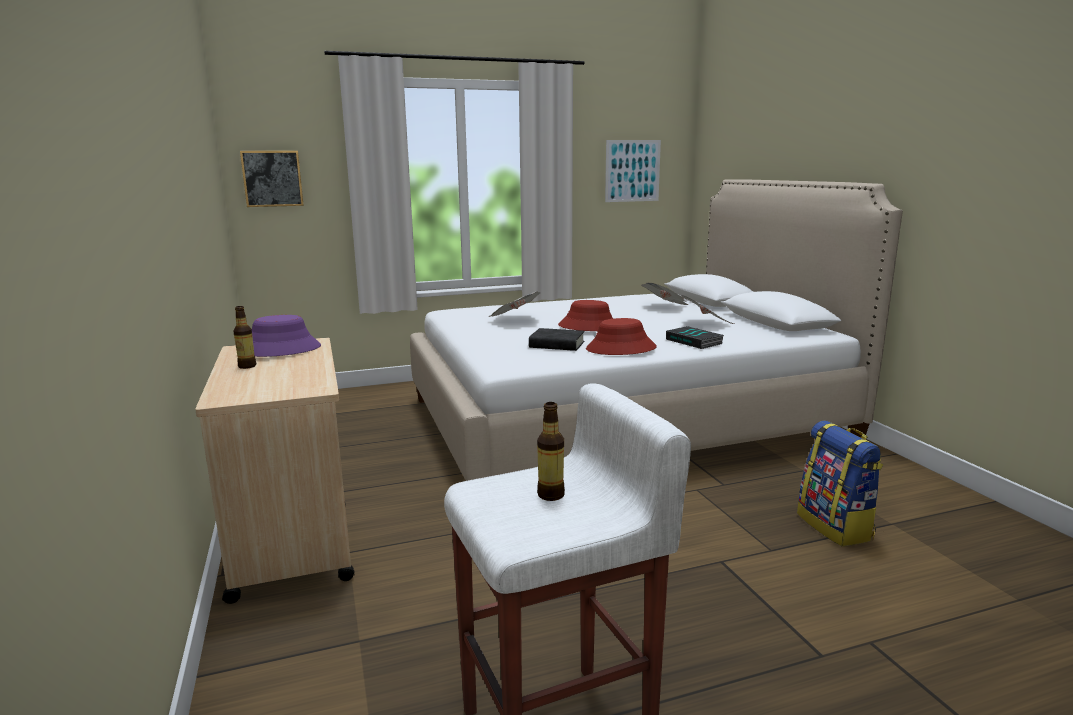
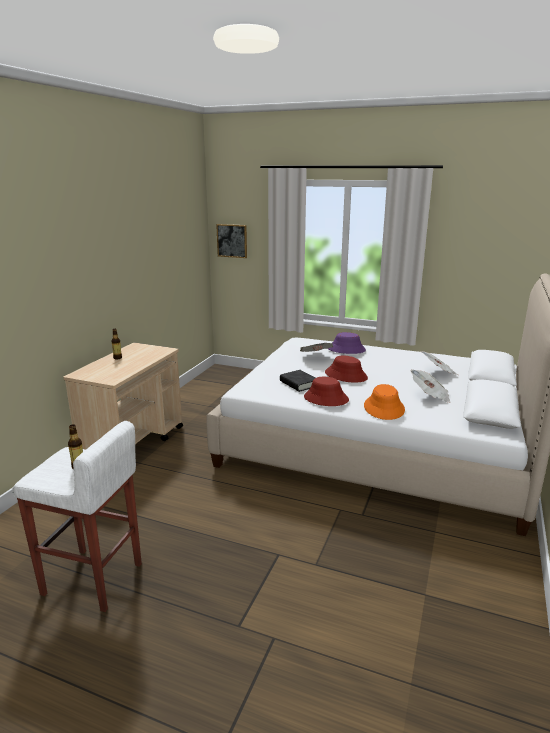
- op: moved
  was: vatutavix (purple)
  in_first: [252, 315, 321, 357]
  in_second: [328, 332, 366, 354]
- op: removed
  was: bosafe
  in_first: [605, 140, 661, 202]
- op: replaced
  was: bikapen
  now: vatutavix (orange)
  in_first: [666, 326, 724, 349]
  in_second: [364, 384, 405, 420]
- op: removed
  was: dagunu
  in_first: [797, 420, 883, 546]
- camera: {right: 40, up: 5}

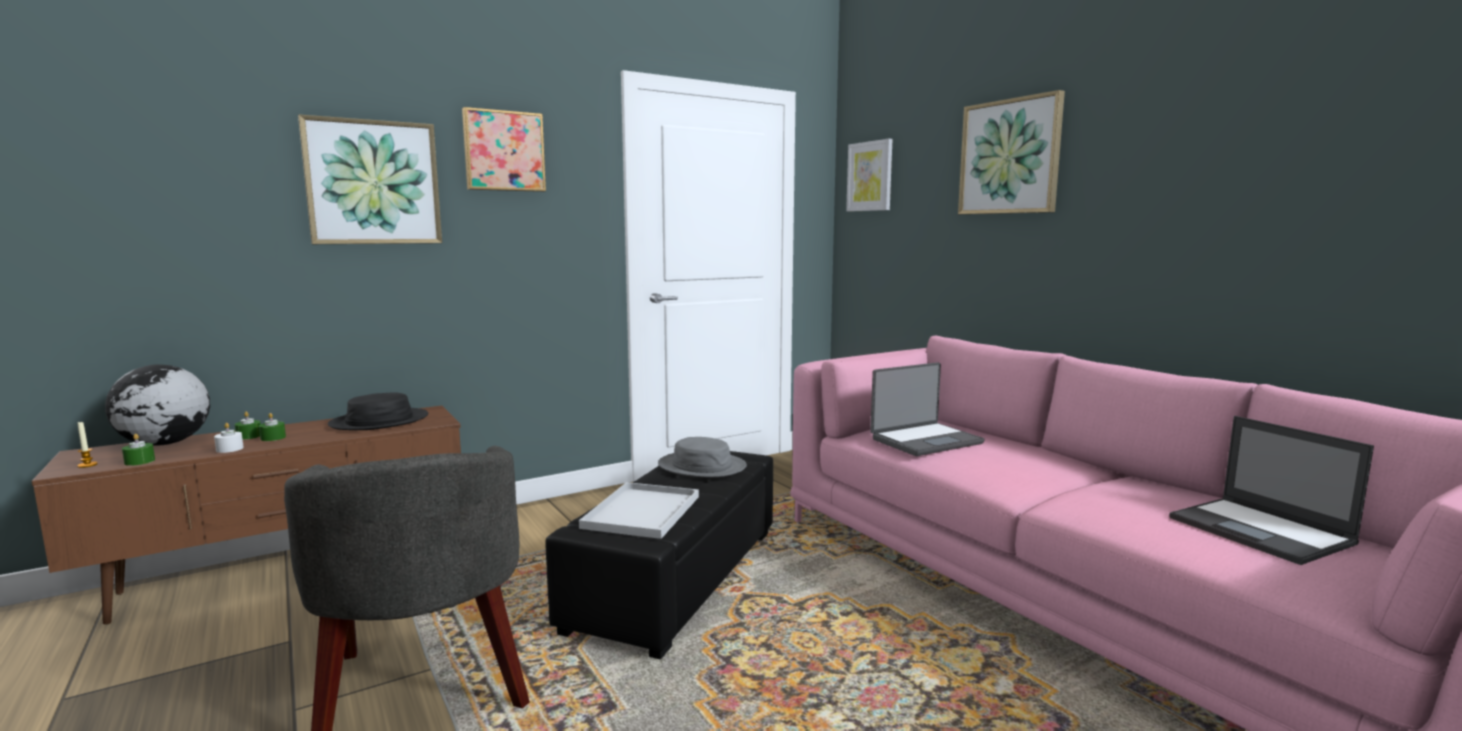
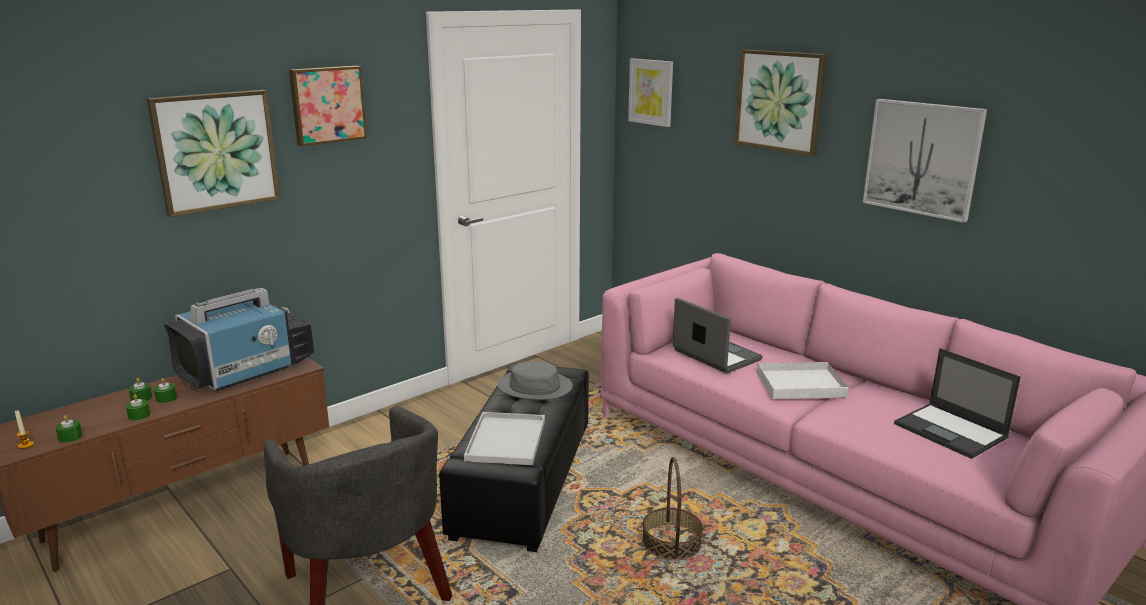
- op: removed
  was: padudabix
  in_first: [105, 364, 210, 445]
- op: recoloured
  was: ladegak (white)
  now: ladegak (green)
  in_first: [214, 423, 244, 453]
  in_second: [126, 394, 150, 421]
- op: replaced
  was: vatutavix (black)
  now: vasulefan
  in_first: [328, 392, 428, 430]
  in_second: [164, 287, 314, 391]
- op: turned
  was: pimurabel
  in_first: [870, 362, 985, 456]
  in_second: [673, 298, 763, 373]
  clockwise: -90
- op: added
  now: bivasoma
  in_second: [642, 457, 703, 560]
- op: added
  now: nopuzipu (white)
  in_second: [757, 362, 849, 399]
- op: added
  now: bosafe
  in_second: [863, 99, 987, 223]
- camera: {right: -10, up: 10}

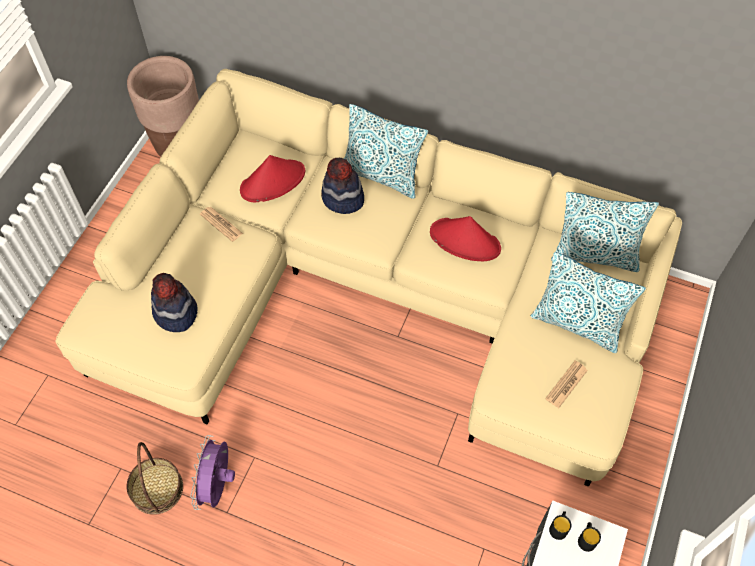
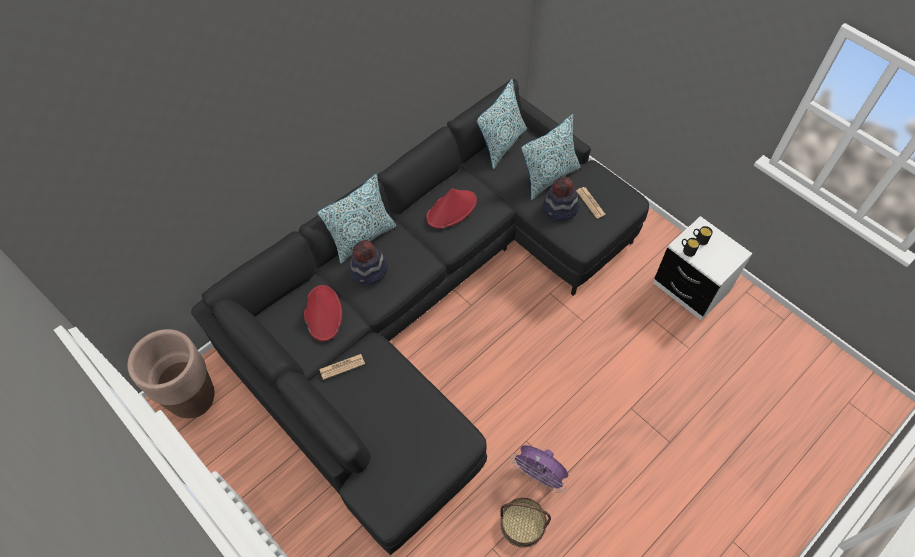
- op: recoloured
  was: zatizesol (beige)
  now: zatizesol (black)
  in_first: [55, 69, 682, 487]
  in_second: [191, 79, 649, 555]
- op: moved
  was: vatutavix
  in_first: [151, 273, 198, 332]
  in_second: [542, 177, 580, 221]
- camera: {right: -65, up: 0}

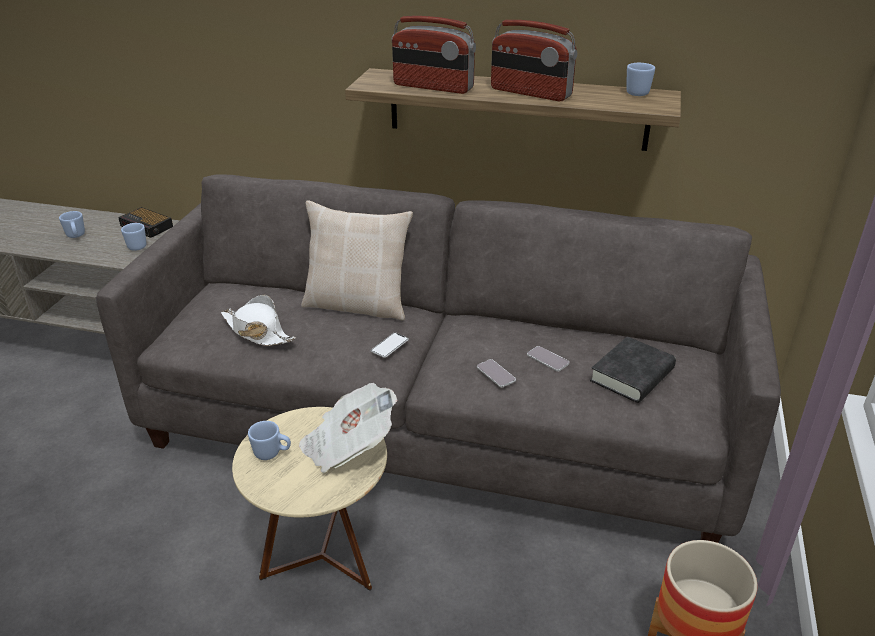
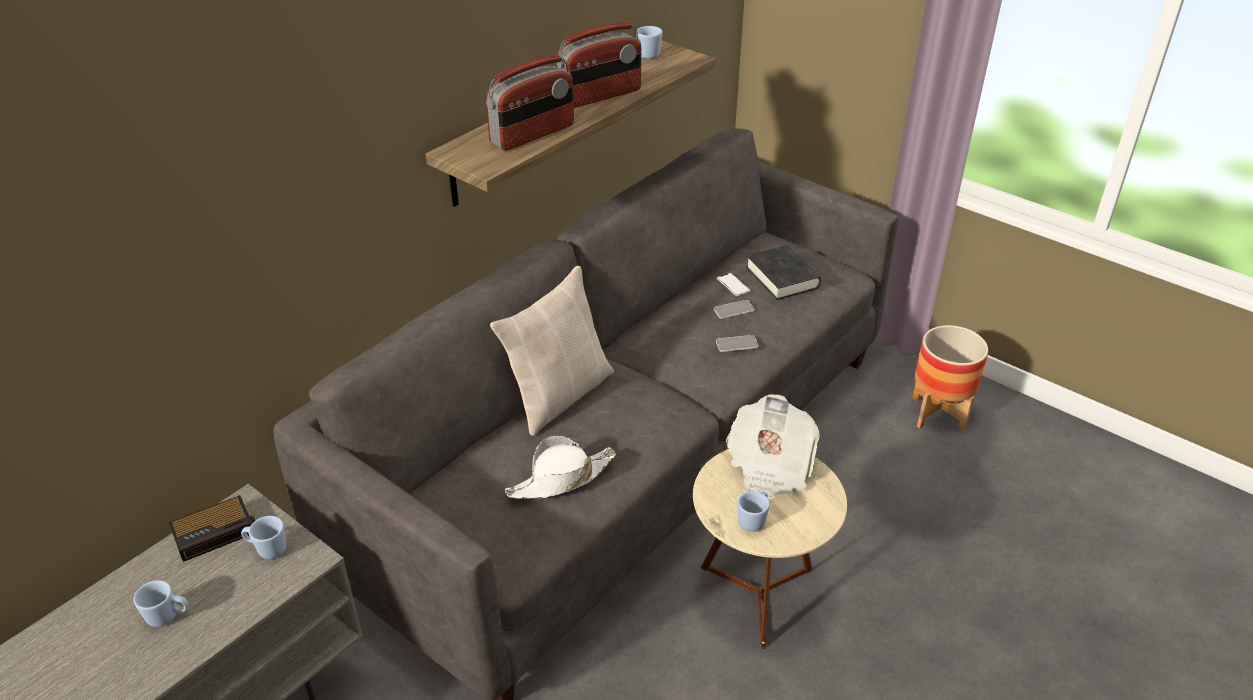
- op: moved
  was: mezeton
  in_first: [371, 333, 409, 358]
  in_second: [717, 273, 751, 296]
- camera: {right: -65, up: 5}

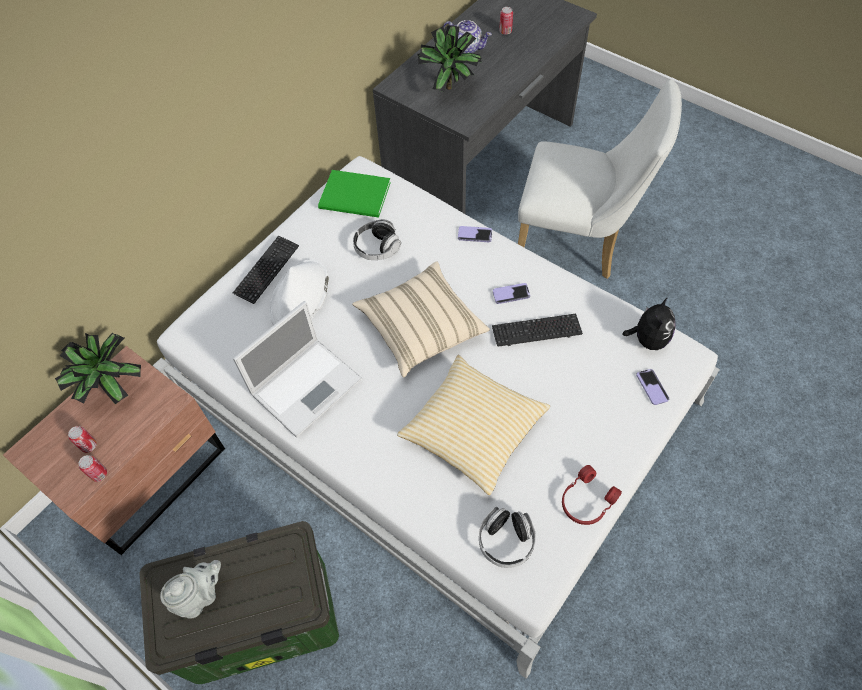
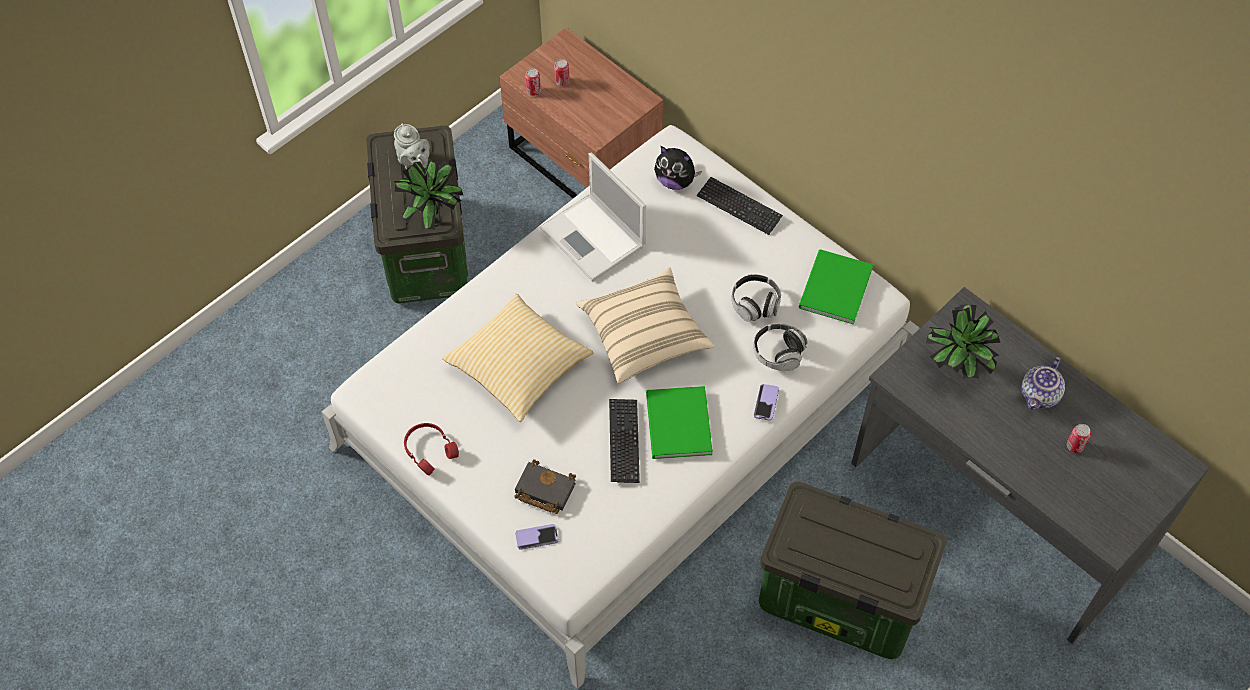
- op: moved
  was: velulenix
  in_first: [55, 332, 141, 404]
  in_second: [394, 159, 463, 230]
- op: removed
  was: vatutavix (white)
  in_first: [269, 259, 329, 325]
- op: moved
  was: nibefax
  in_first: [479, 507, 536, 568]
  in_second: [753, 323, 808, 371]
- op: replaced
  was: mezeton
  now: bikapen (green)
  in_first: [493, 283, 530, 304]
  in_second: [646, 386, 713, 459]
- op: replaced
  was: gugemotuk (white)
  now: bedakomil
  in_first: [518, 79, 682, 279]
  in_second: [759, 481, 947, 659]
- op: moved
  was: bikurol
  in_first: [622, 297, 676, 350]
  in_second: [654, 146, 702, 190]
- op: added
  now: bikapen (black)
  in_second: [515, 459, 576, 514]
- camera: {right: 95, up: 0}

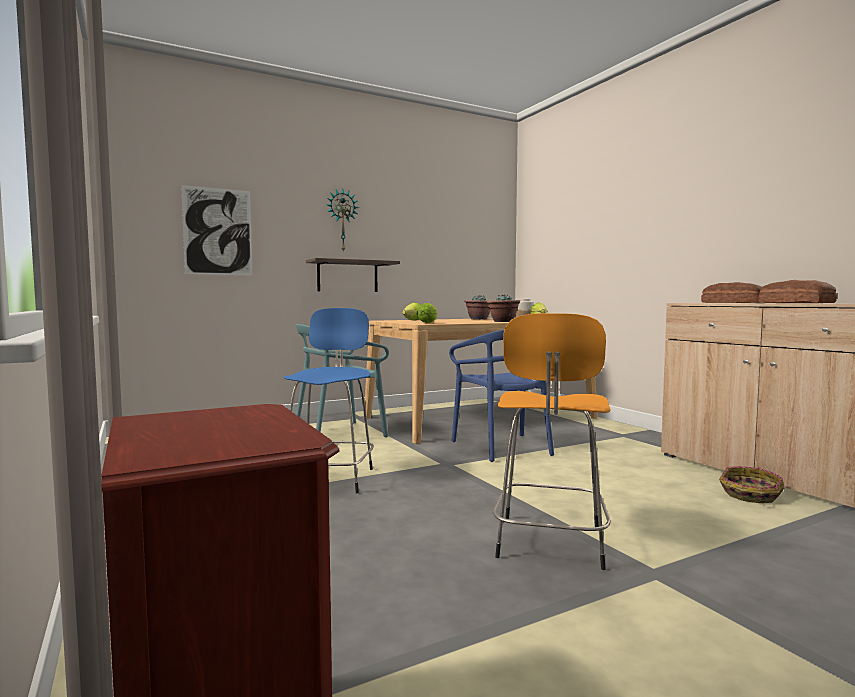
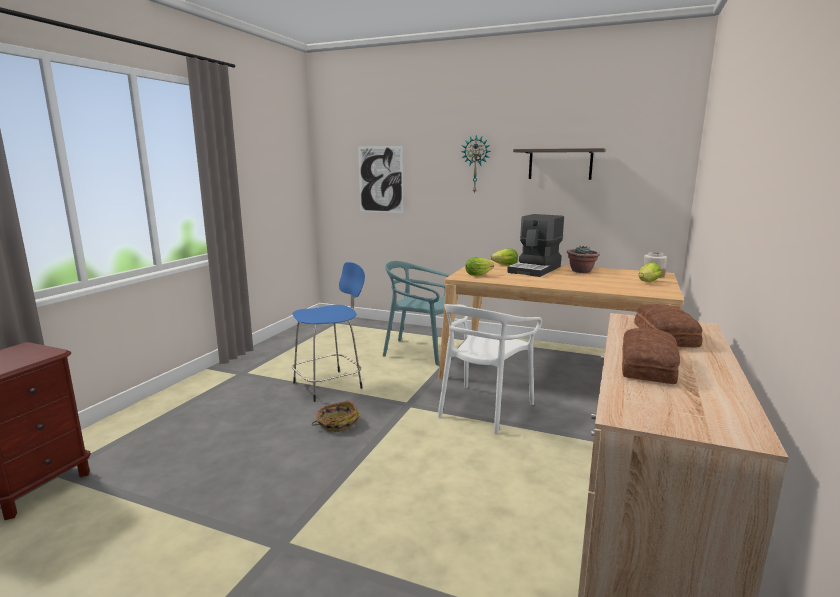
- op: moved
  was: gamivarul
  in_first: [306, 258, 400, 292]
  in_second: [513, 148, 606, 180]
- op: recoloured
  was: gugemotuk (blue)
  now: gugemotuk (white)
  in_first: [449, 330, 554, 462]
  in_second: [438, 304, 542, 434]
- op: removed
  was: velulenix
  in_first: [486, 294, 520, 322]
- op: removed
  was: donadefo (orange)
  in_first: [493, 313, 611, 570]
- op: moved
  was: bivasoma
  in_first: [719, 466, 785, 503]
  in_second: [312, 400, 360, 432]
- op: added
  now: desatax
  in_second: [507, 214, 564, 277]
- camera: {right: 50, up: 10}

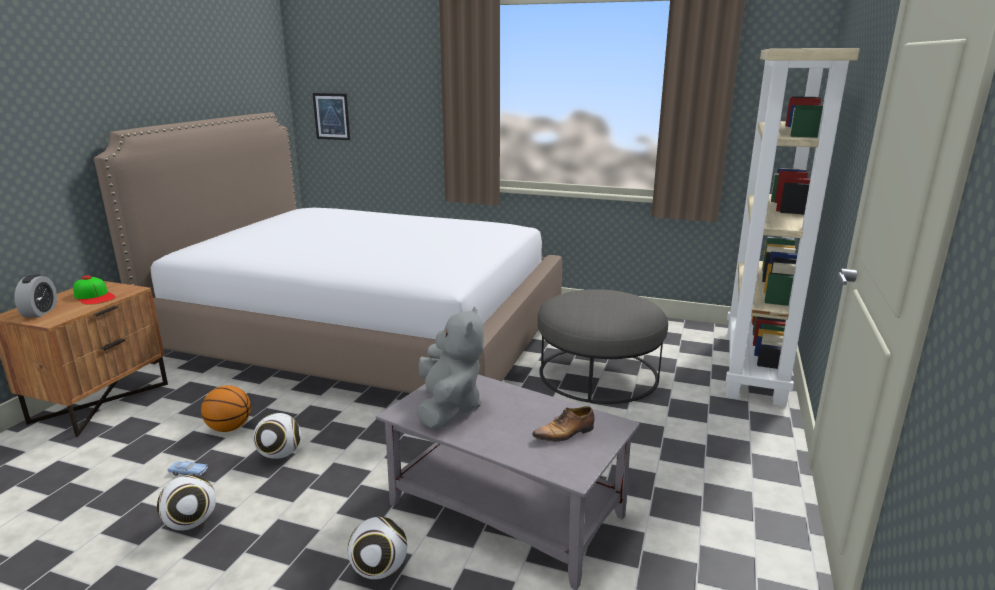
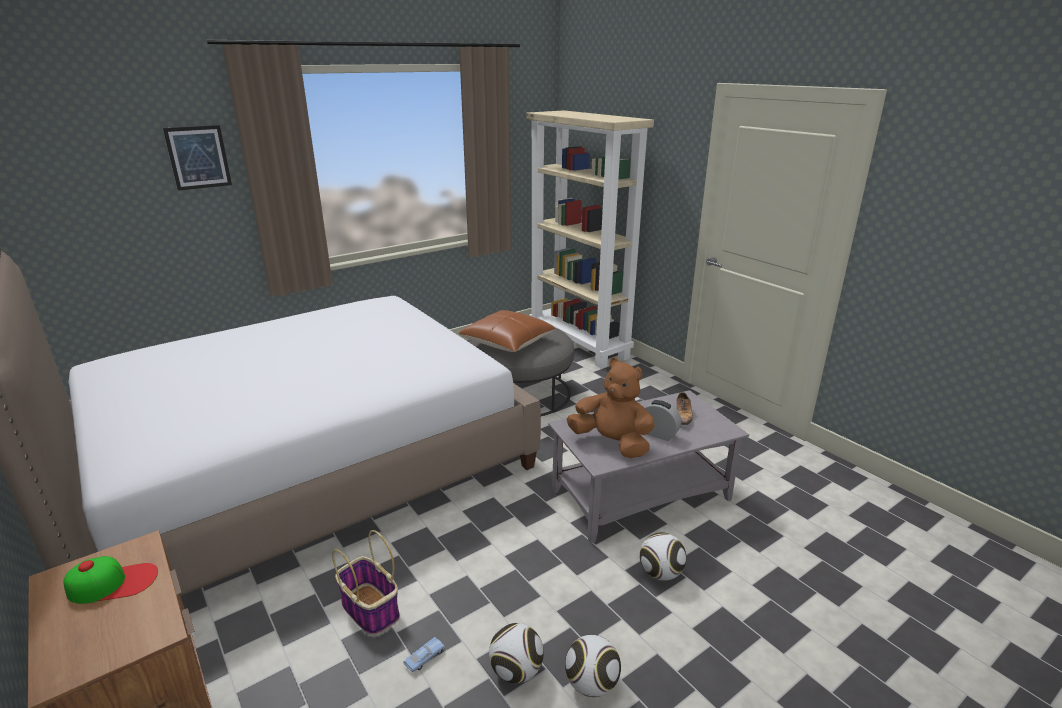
- op: moved
  was: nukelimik
  in_first: [15, 275, 57, 318]
  in_second: [644, 400, 681, 441]
- op: replaced
  was: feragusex
  now: bivasoma
  in_first: [201, 385, 251, 432]
  in_second: [332, 530, 400, 635]
- op: moved
  was: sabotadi
  in_first: [253, 413, 301, 459]
  in_second: [565, 635, 621, 697]
- op: moved
  was: bosafe
  in_first: [313, 93, 350, 140]
  in_second: [163, 125, 232, 191]
- op: recoloured
  was: bikurol (grey)
  now: bikurol (brown)
  in_first: [416, 306, 484, 429]
  in_second: [567, 358, 655, 458]
- op: added
  now: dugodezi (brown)
  in_second: [458, 310, 556, 352]
- camera: {right: -55, up: 5}

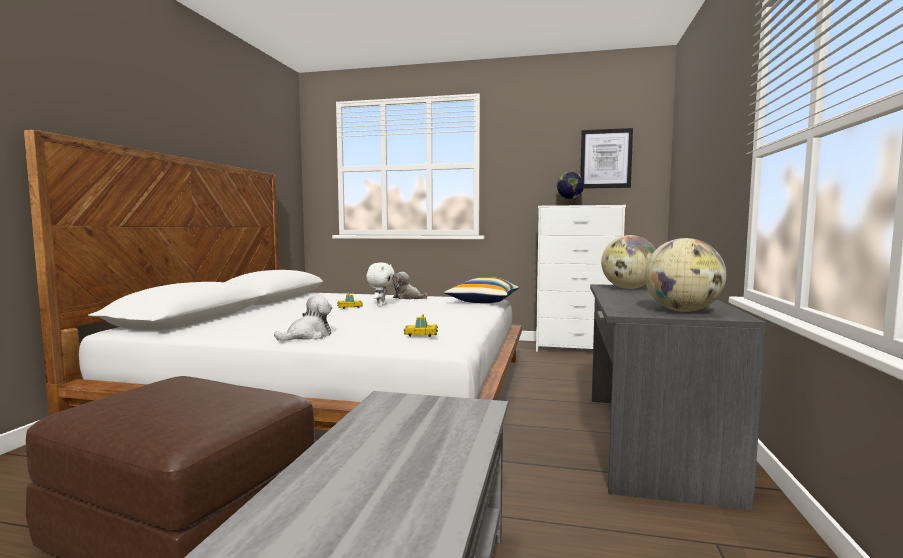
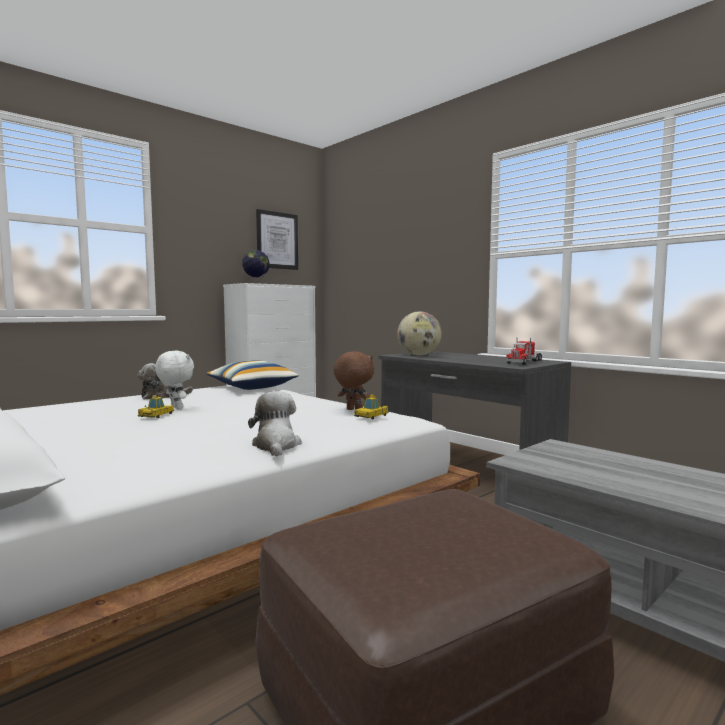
- op: replaced
  was: padudabix
  now: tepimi
  in_first: [645, 238, 726, 312]
  in_second: [506, 338, 542, 365]
- op: added
  now: bikurol (brown)
  in_second: [333, 351, 374, 410]
- camera: {right: -55, up: 0}

